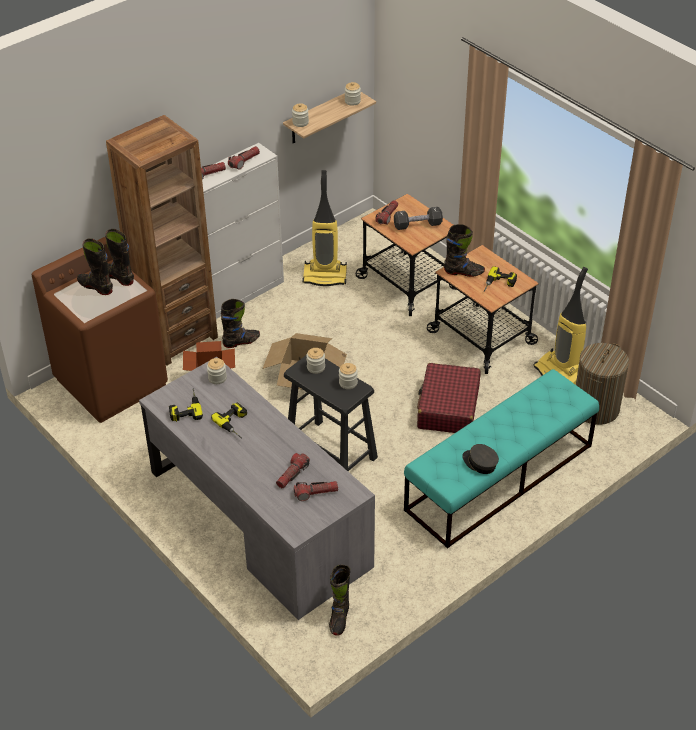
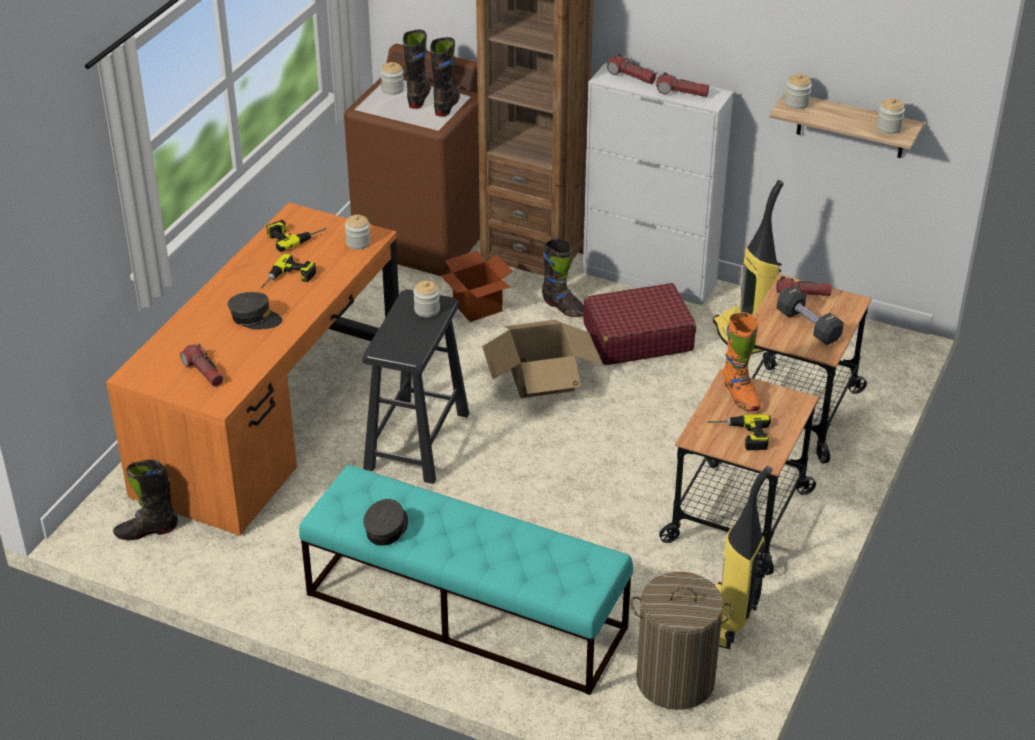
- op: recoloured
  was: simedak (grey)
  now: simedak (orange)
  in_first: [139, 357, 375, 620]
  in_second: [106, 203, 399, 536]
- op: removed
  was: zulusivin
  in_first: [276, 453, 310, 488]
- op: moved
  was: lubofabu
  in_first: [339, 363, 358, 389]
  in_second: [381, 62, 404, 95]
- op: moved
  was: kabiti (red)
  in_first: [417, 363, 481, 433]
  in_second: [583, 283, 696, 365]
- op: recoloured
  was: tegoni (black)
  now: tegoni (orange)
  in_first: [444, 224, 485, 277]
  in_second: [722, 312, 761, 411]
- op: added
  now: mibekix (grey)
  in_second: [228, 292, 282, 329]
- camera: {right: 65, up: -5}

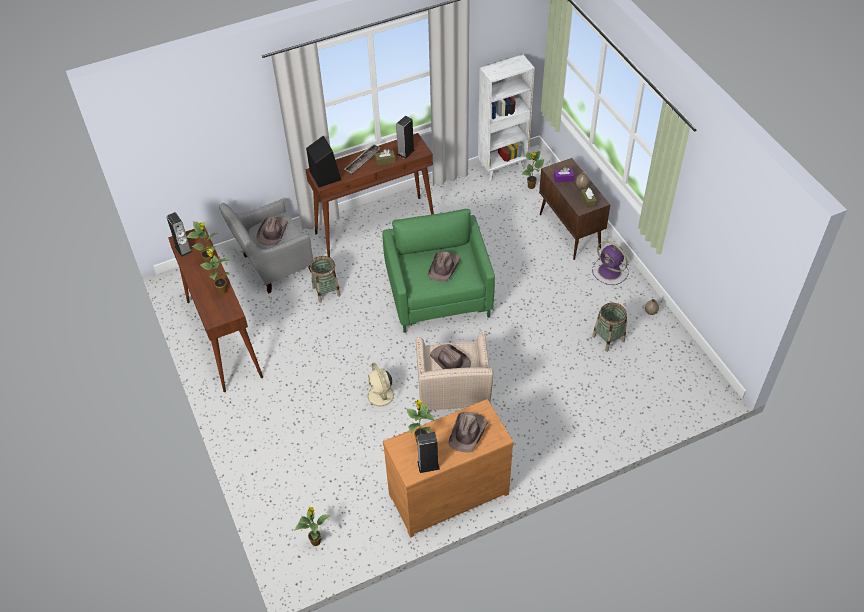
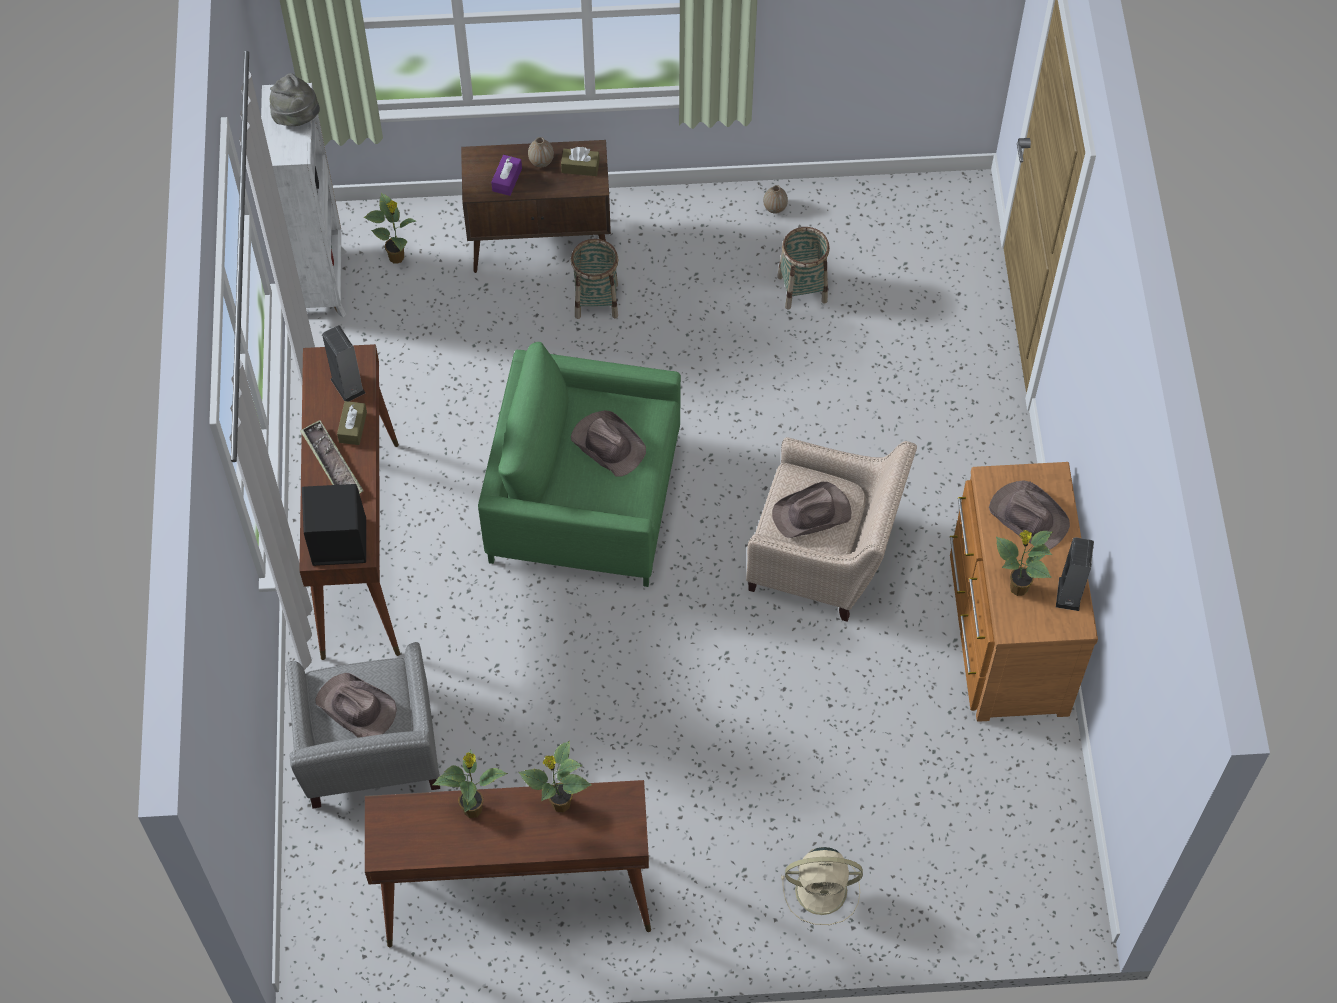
- op: removed
  was: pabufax
  in_first: [166, 212, 192, 257]
- op: removed
  was: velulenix
  in_first: [295, 507, 331, 546]
- op: moved
  was: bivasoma
  in_first: [310, 256, 341, 303]
  in_second: [571, 239, 619, 319]
- op: moved
  was: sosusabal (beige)
  in_first: [362, 362, 401, 412]
  in_second: [781, 847, 863, 925]
- op: removed
  was: sosusabal (purple)
  in_first: [592, 241, 629, 285]
- op: added
  now: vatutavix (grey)
  in_second: [270, 73, 320, 126]
- camera: {right: -70, up: 10}

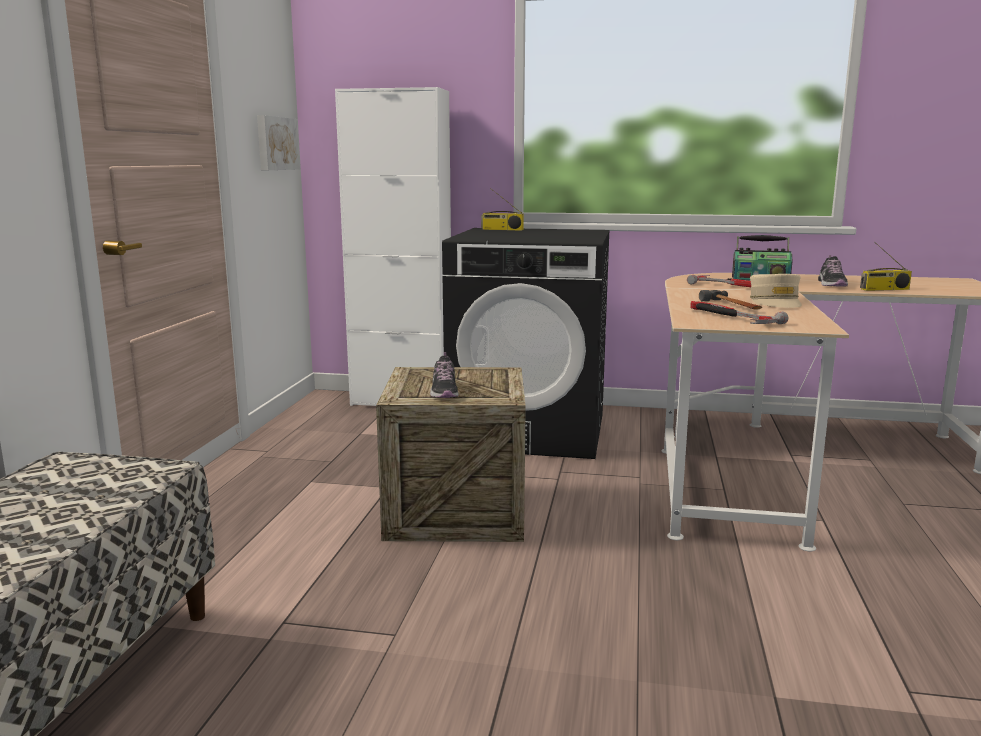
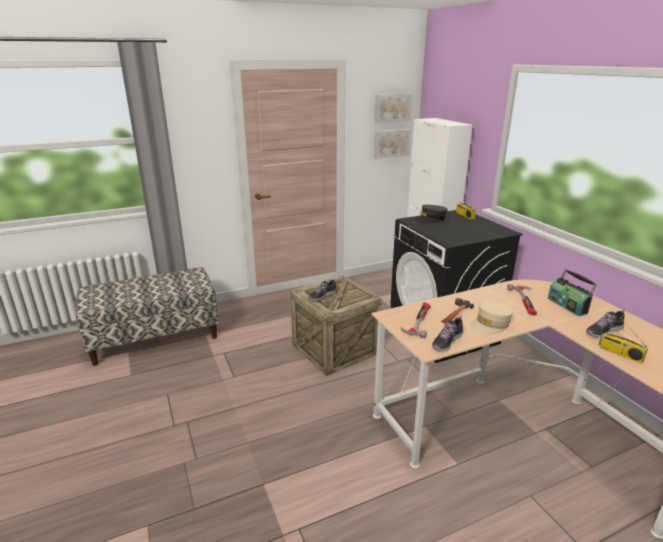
- op: added
  now: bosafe
  in_second: [375, 93, 413, 123]
- op: added
  now: mibekix (grey)
  in_second: [414, 205, 447, 223]
- op: added
  now: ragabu
  in_second: [432, 315, 463, 351]
- camera: {right: 55, up: 10}

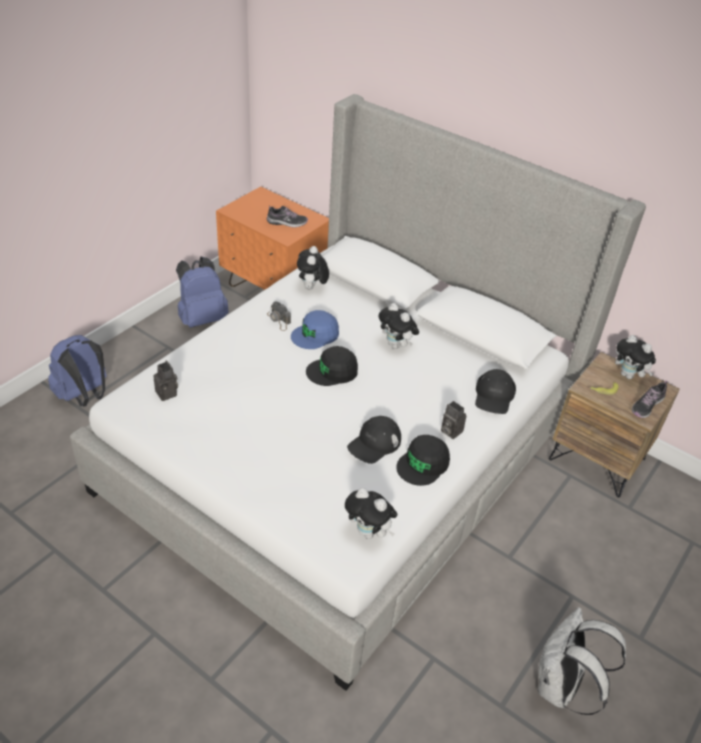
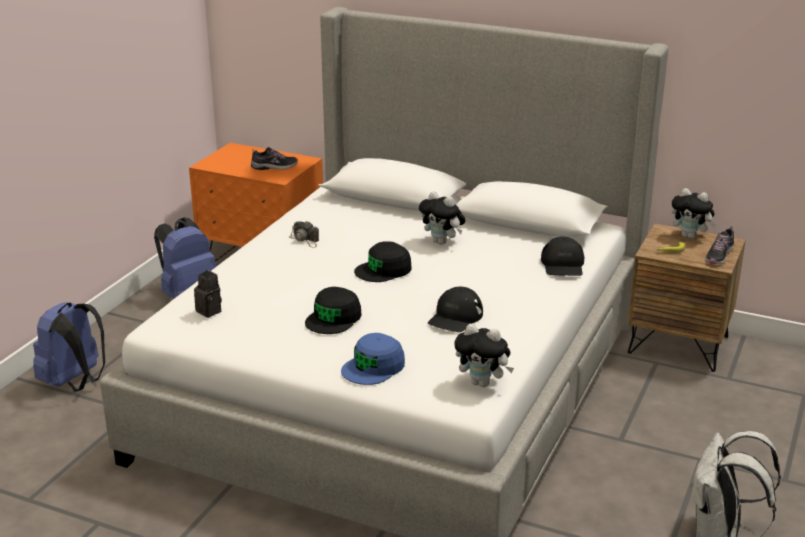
- op: moved
  was: mibekix (blue)
  in_first: [291, 310, 339, 349]
  in_second: [341, 333, 405, 385]
- op: removed
  was: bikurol
  in_first: [297, 246, 329, 290]
- op: moved
  was: mibekix (black)
  in_first: [396, 435, 450, 486]
  in_second: [305, 287, 362, 334]
- op: removed
  was: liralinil
  in_first: [441, 401, 466, 439]
- camera: {right: -10, up: -15}

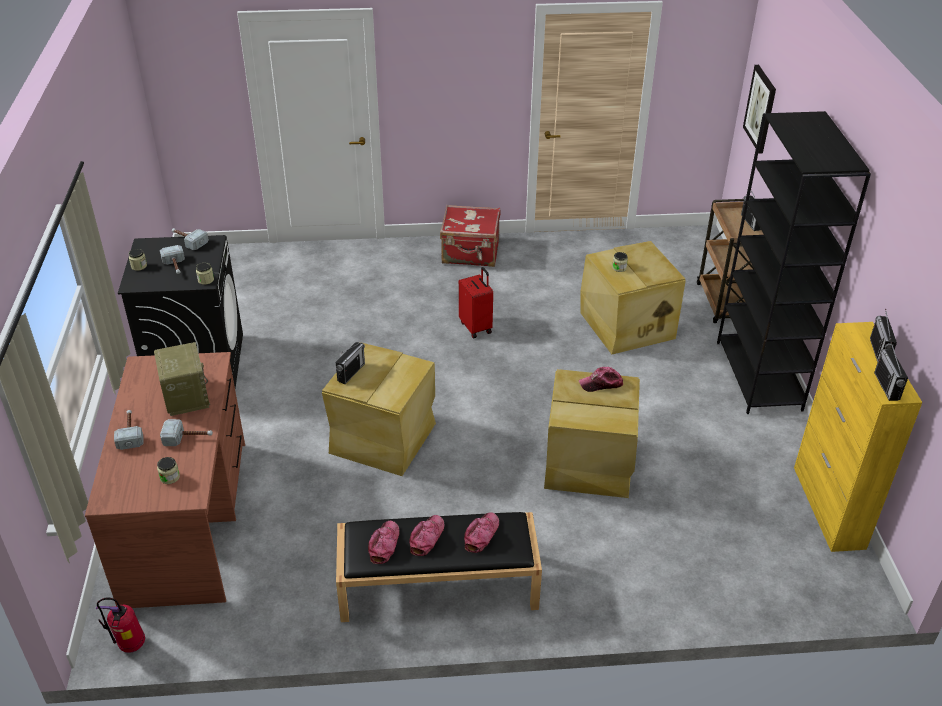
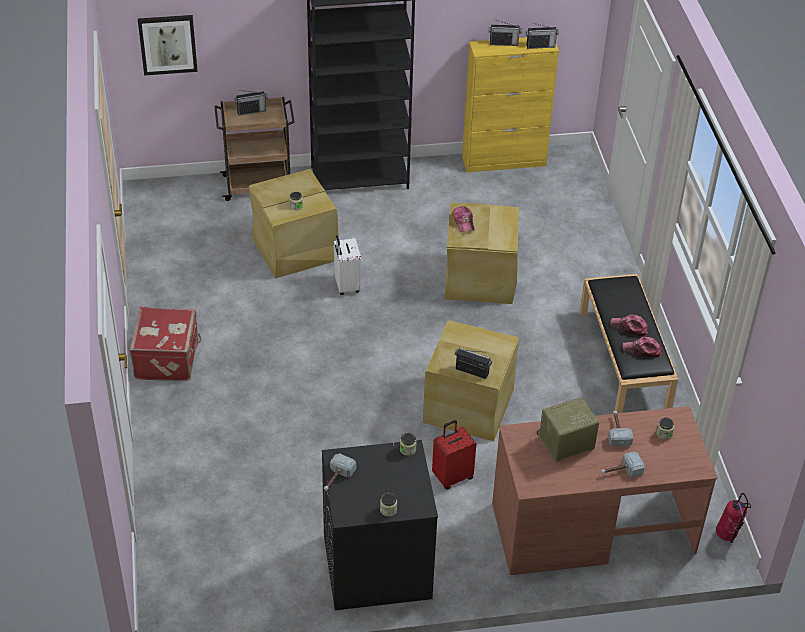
- op: removed
  was: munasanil
  in_first: [160, 245, 185, 274]
- op: moved
  was: kabiti (red)
  in_first: [459, 267, 493, 338]
  in_second: [432, 420, 476, 489]
- op: removed
  was: mibekix
  in_first: [464, 512, 499, 553]
- op: added
  now: kabiti (white)
  in_second: [334, 235, 361, 295]
- camera: {right: -95, up: 5}

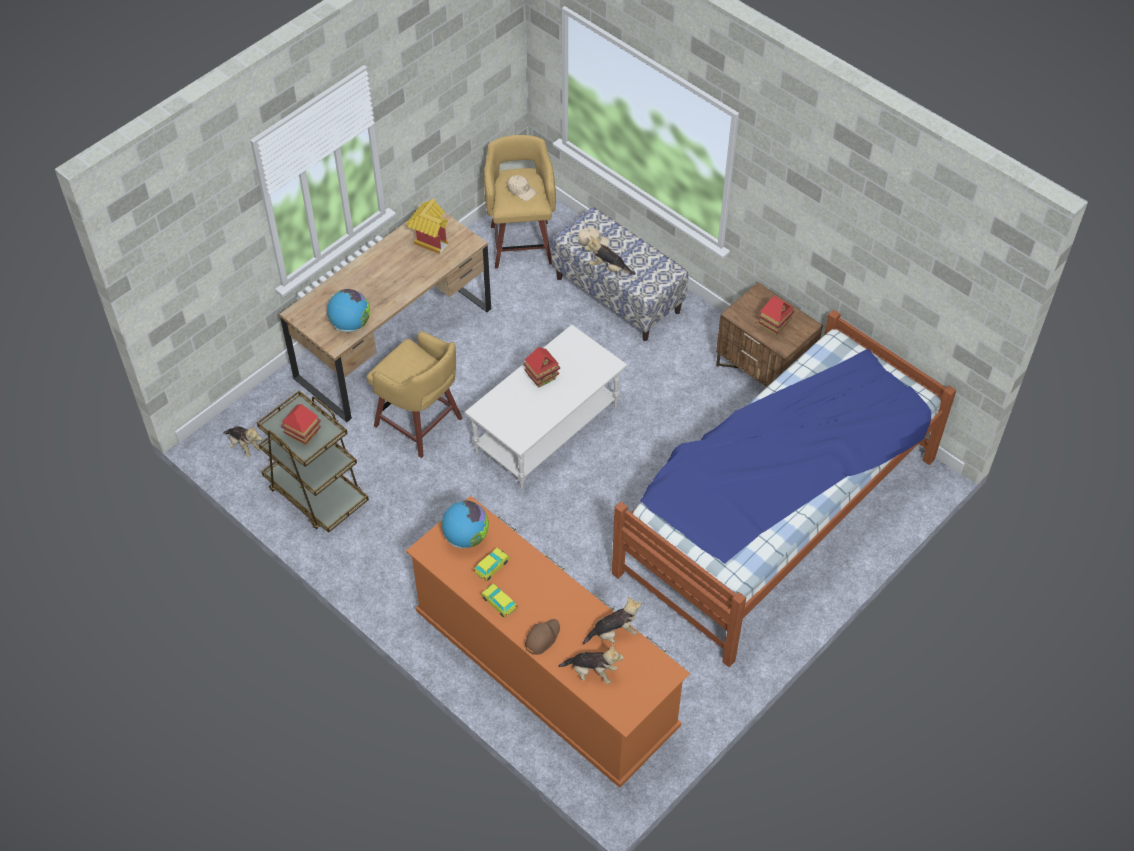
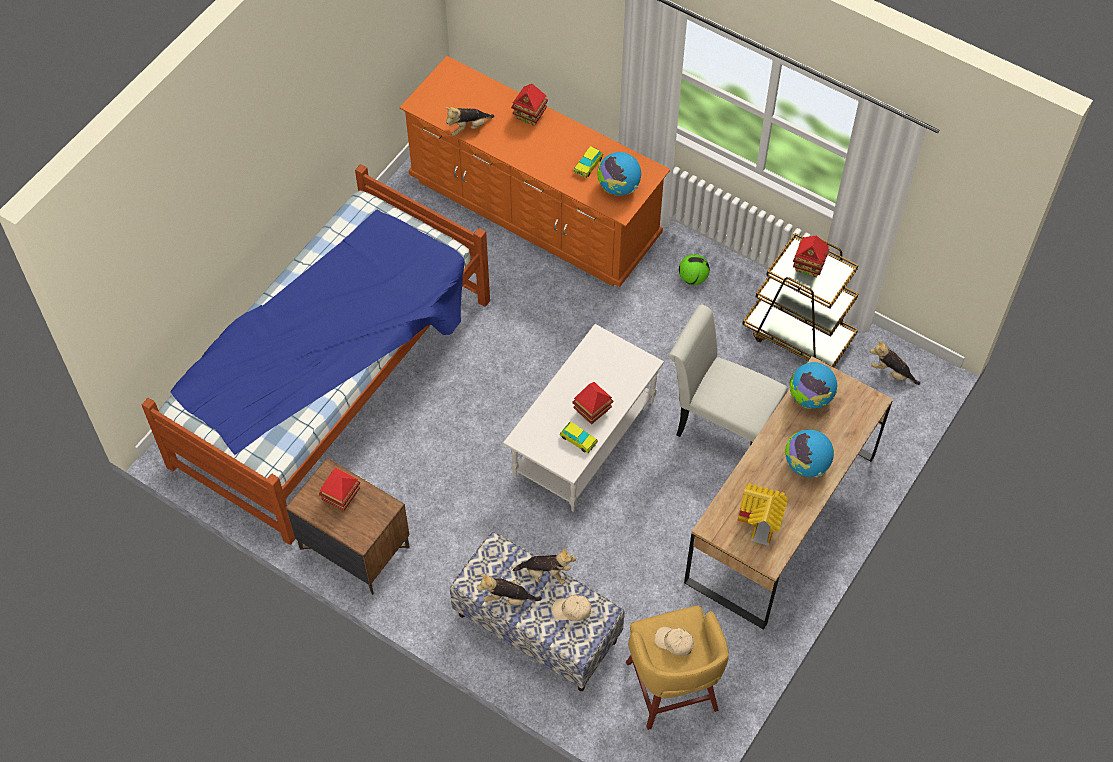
- op: replaced
  was: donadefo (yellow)
  now: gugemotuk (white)
  in_first: [367, 331, 462, 458]
  in_second: [669, 305, 788, 446]
- op: moved
  was: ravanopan
  in_first: [481, 583, 518, 617]
  in_second: [560, 422, 598, 453]
- op: replaced
  was: mibekix (brown)
  now: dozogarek
  in_first: [525, 619, 560, 655]
  in_second: [511, 84, 548, 126]
- op: moved
  was: bikurol
  in_first: [558, 644, 624, 684]
  in_second: [477, 574, 542, 605]
- op: added
  now: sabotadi
  in_second: [679, 254, 710, 285]
- op: added
  now: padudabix
  in_second: [785, 429, 834, 477]
- camera: {right: 170, up: 5}

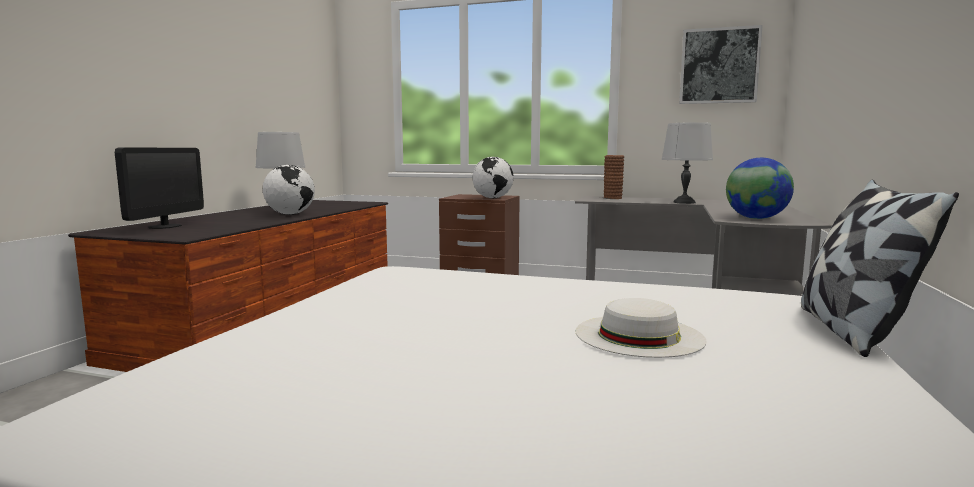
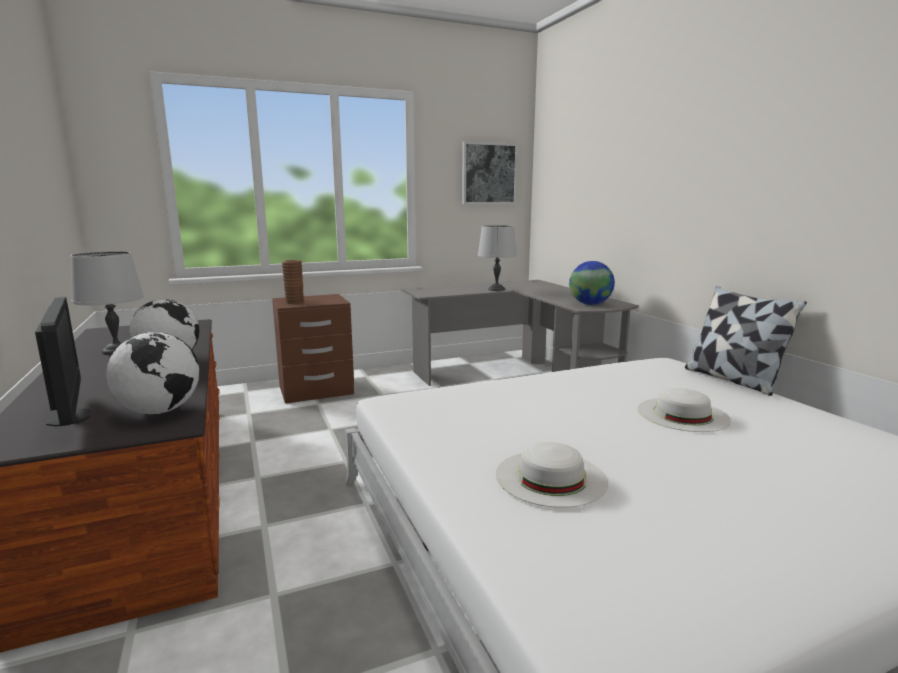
- op: moved
  was: padudabix
  in_first: [472, 157, 514, 199]
  in_second: [106, 332, 199, 414]
- op: moved
  was: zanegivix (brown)
  in_first: [604, 155, 624, 199]
  in_second: [282, 260, 304, 304]
- op: added
  now: vatutavix (white)
  in_second: [496, 442, 608, 508]
- camera: {right: -40, up: 5}

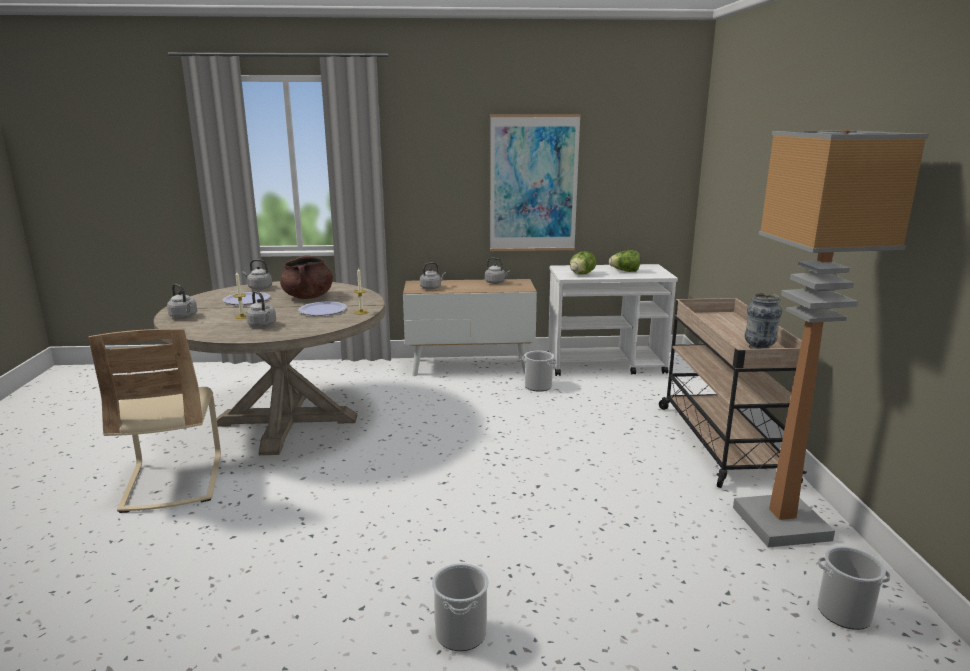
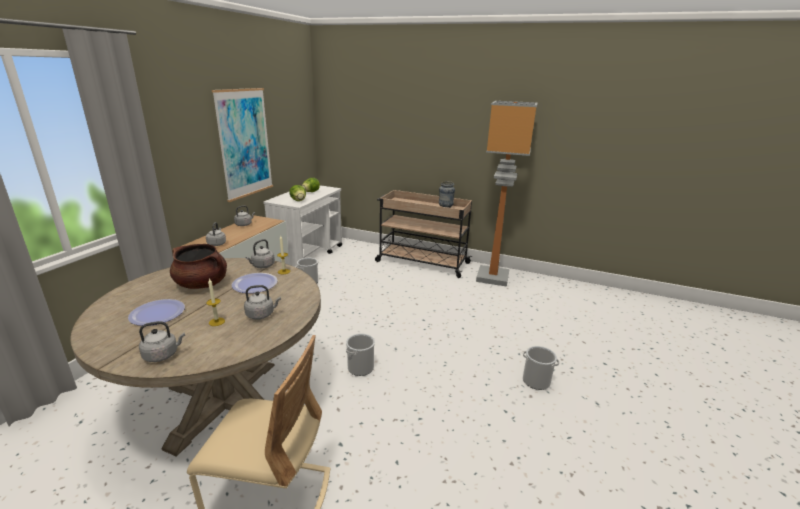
- op: moved
  was: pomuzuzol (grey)
  in_first: [242, 259, 272, 290]
  in_second: [246, 239, 275, 268]
- op: moved
  was: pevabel
  in_first: [817, 546, 891, 630]
  in_second: [346, 333, 375, 376]
- camera: {right: -65, up: 5}

